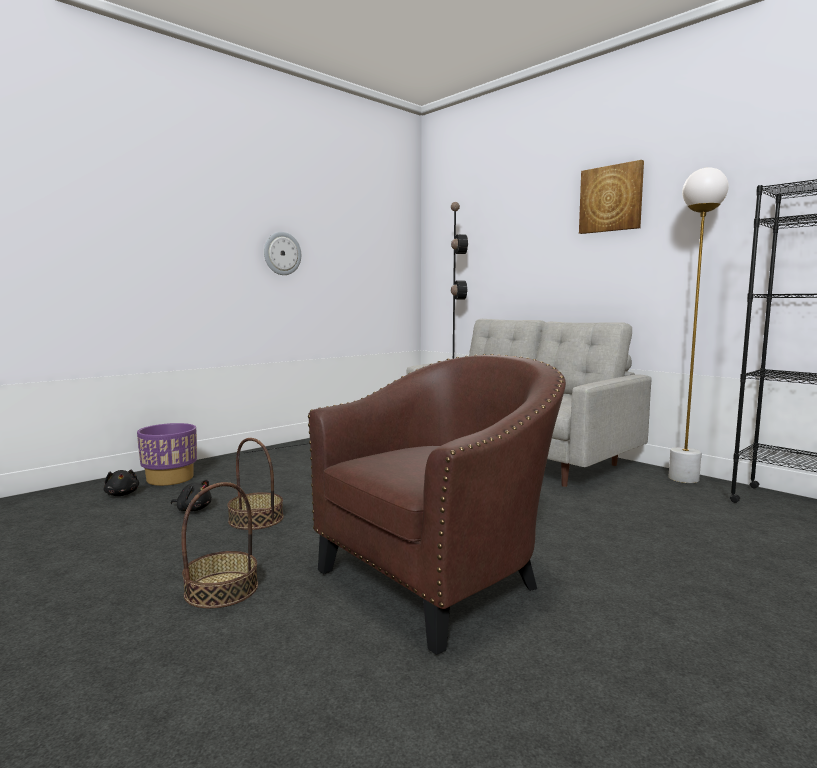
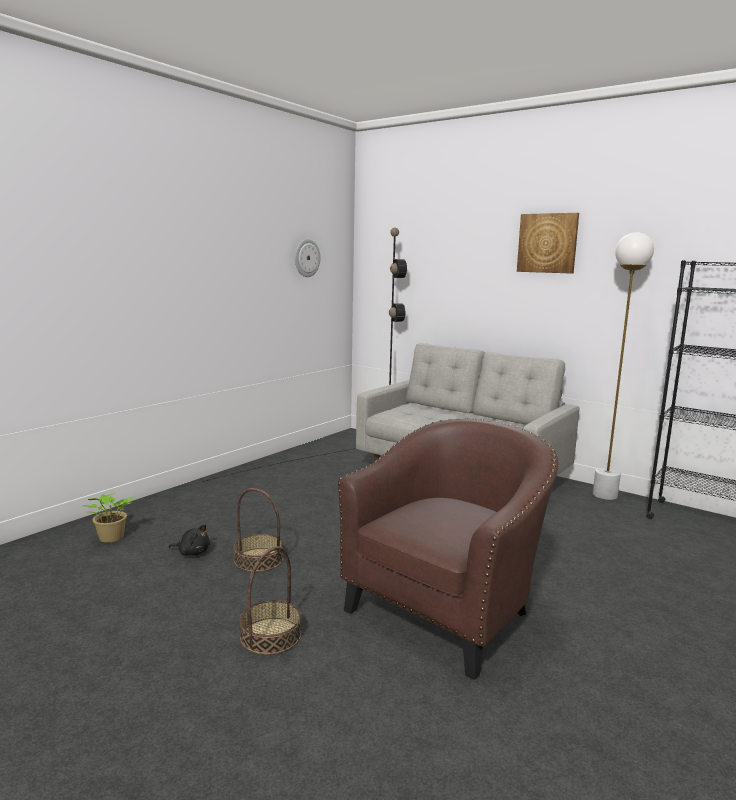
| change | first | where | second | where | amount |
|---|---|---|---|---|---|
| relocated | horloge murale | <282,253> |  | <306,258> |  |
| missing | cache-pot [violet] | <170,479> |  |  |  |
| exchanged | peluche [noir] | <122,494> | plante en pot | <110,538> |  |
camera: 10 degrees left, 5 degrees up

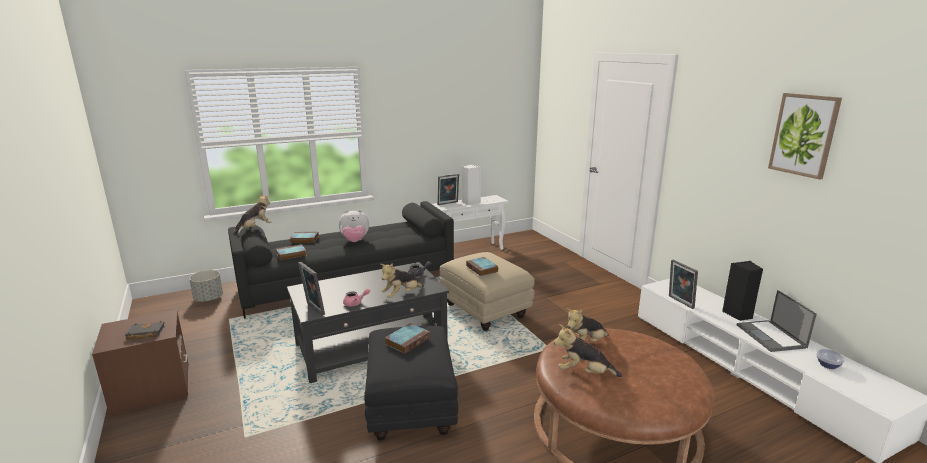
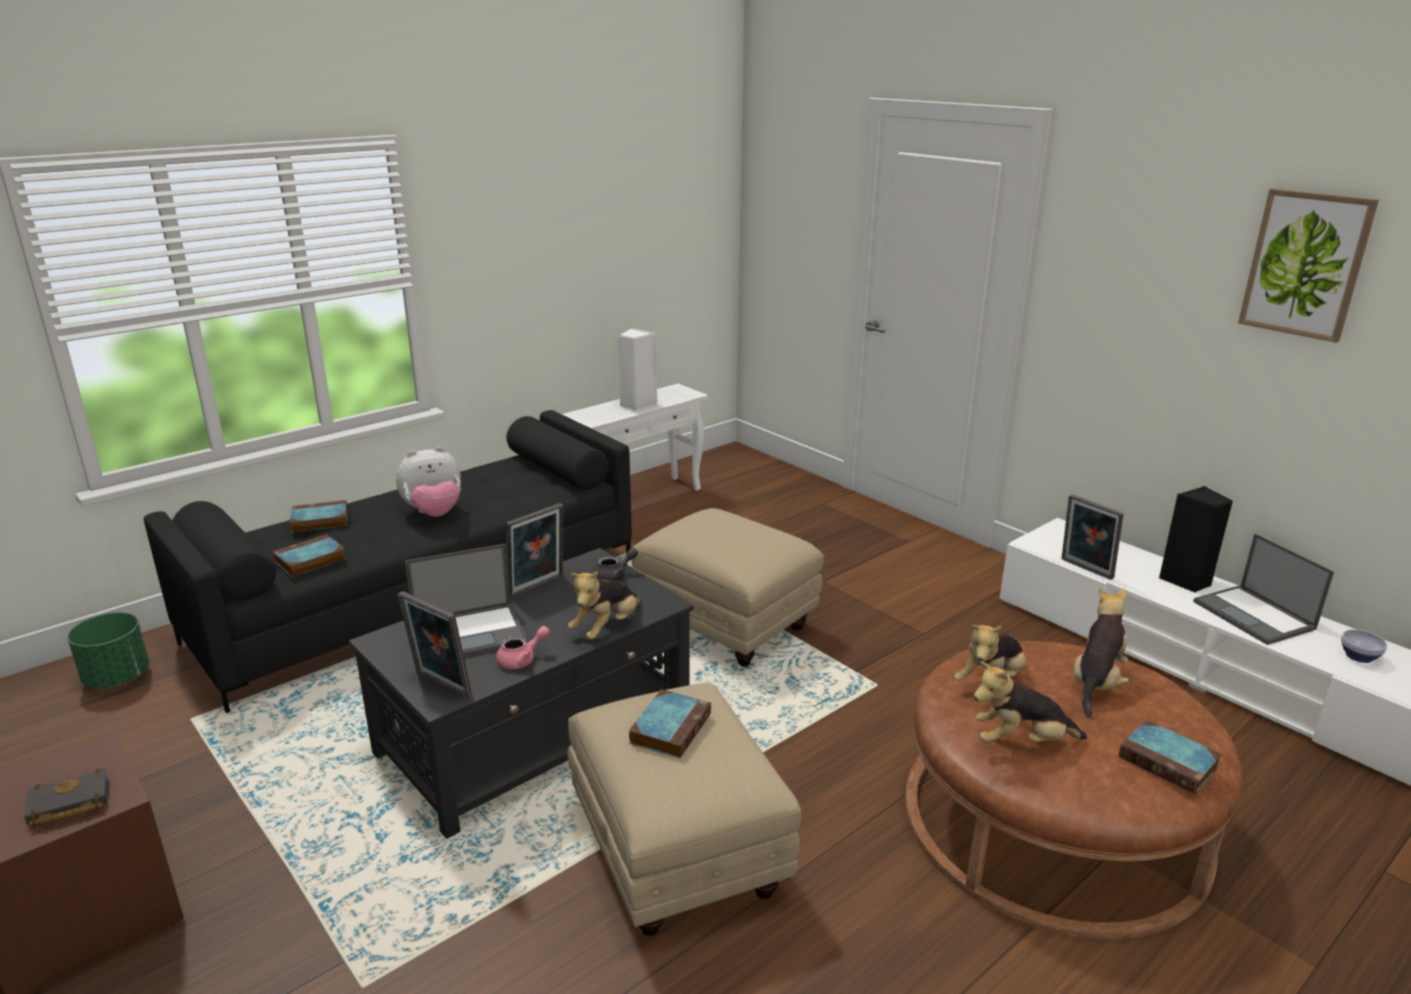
| change | first | where | second | where | amount |
|---|---|---|---|---|---|
| relocated | cadre photo | <448,203> |  | <538,587> |  |
| relocated | peluche | <255,228> |  | <1096,683> |  |
| relocated | livre | <482,269> |  | <1170,762> |  |
| colour | cache-pot [gris] | <209,299> | cache-pot [vert] | <117,677> |  |
| colour | pouf [noir] | <411,407> | pouf [beige] | <677,851> |  |
| appeared |  |  | ordinateur portable | <471,633> |  |
camera: 15 degrees left, 5 degrees up

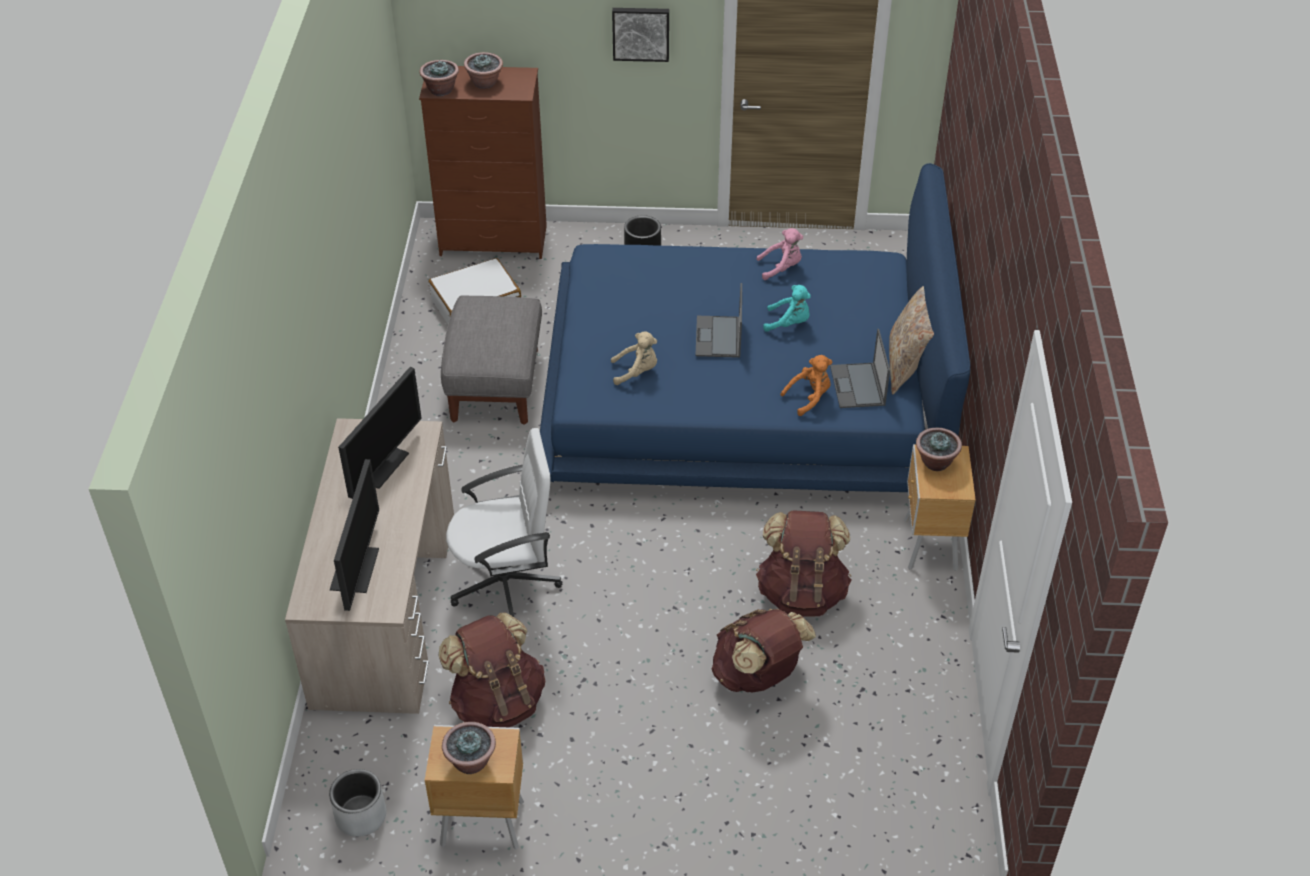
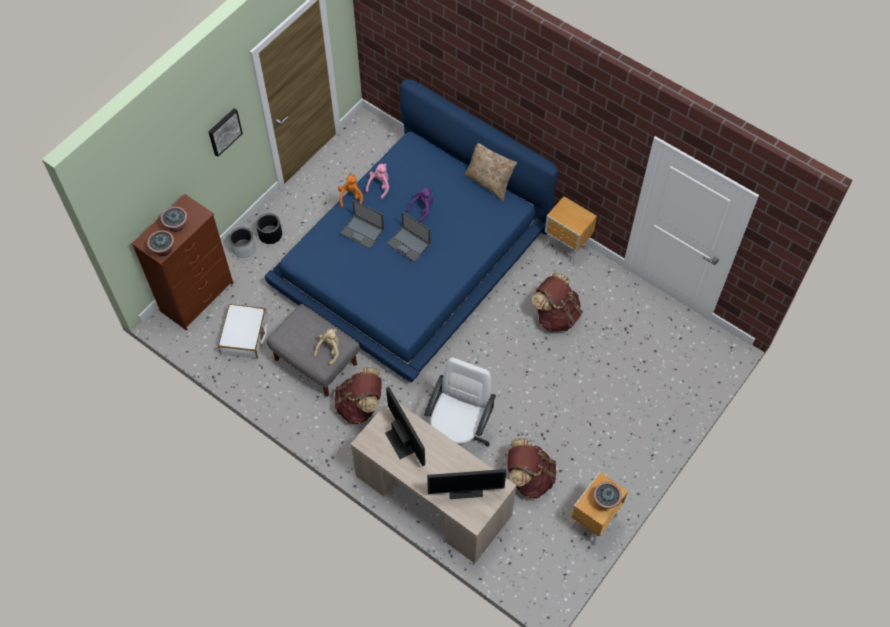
| change | first | where | second | where | amount |
|---|---|---|---|---|---|
| colour | peluche [turquoise] | <789,323> | peluche [violet] | <422,209> |  |
| relocated | ordinateur portable | <858,386> |  | <363,232> |  |
| relocated | peluche [beige] | <636,372> |  | <329,350> |  |
| relocated | peluche [orange] | <809,398> |  | <351,197> |  |
| missing | plante en pot | <935,462> |  |  |  |
| spun | écran d'ordinateur | <355,568> |  | <465,488> | 135 degrees clockwise |
| relocated | sac à dos [marron] | <757,675> |  | <360,406> |  |
| relocated | cache-pot [gris] | <360,816> |  | <244,248> |  |
camera: 55 degrees left, 15 degrees up

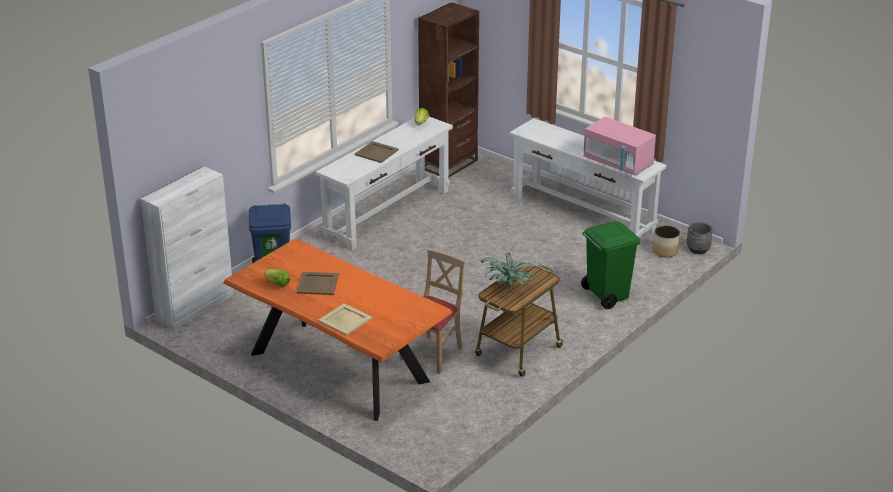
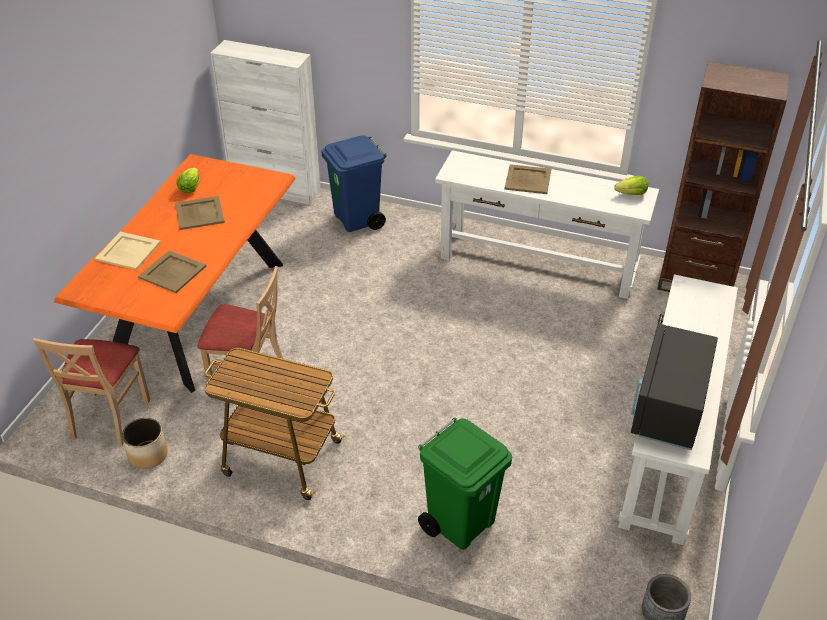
| change | first | where | second | where | amount |
|---|---|---|---|---|---|
| colour | micro-ondes [rose] | <618,163> | micro-ondes [noir] | <668,408> |  |
| relocated | cache-pot | <665,251> |  | <148,455> |  |
| missing | plante en pot | <509,287> |  |  |  |
| appeared |  |  | plateau [beige] | <173,272> |  |
| appeared |  |  | chaise [beige] | <109,418> |  |
camera: 70 degrees right, 10 degrees up

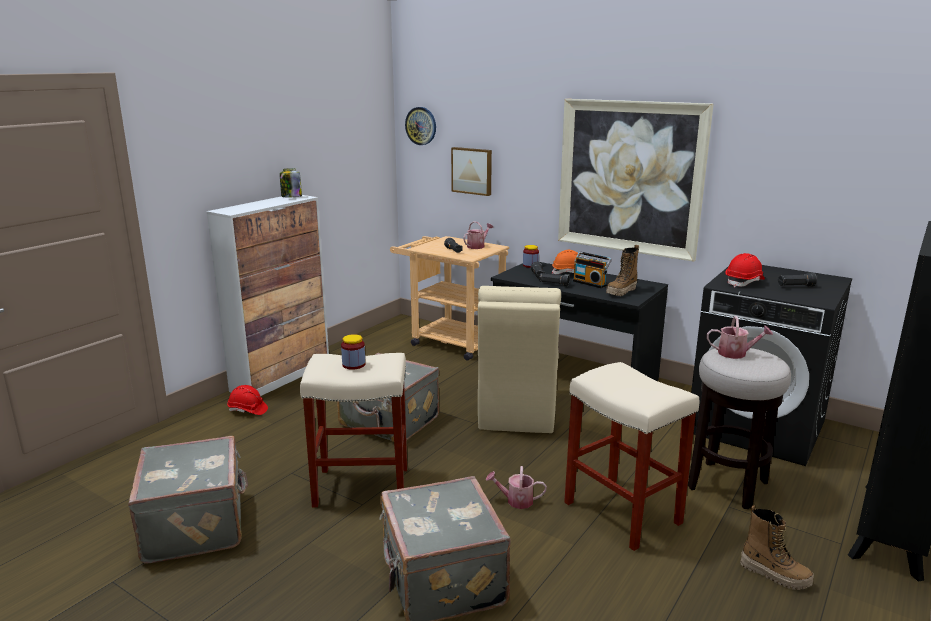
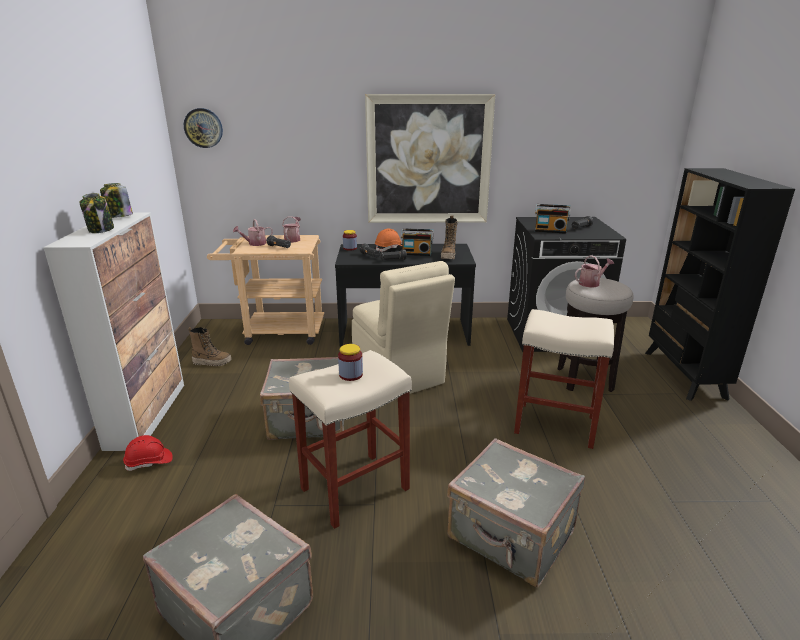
| change | first | where | second | where | amount |
|---|---|---|---|---|---|
| missing | tableau | <472,171> |  |  |  |
| exchanged | casque de chantier [rouge] | <744,282> | radio | <550,231> |  |
| relocated | arrosoir | <516,501> |  | <254,244> |  |
| relocated | botte | <775,574> |  | <212,362> |  |
| appeared |  |  | bocal | <101,230> |  |
camera: 35 degrees left, 5 degrees up

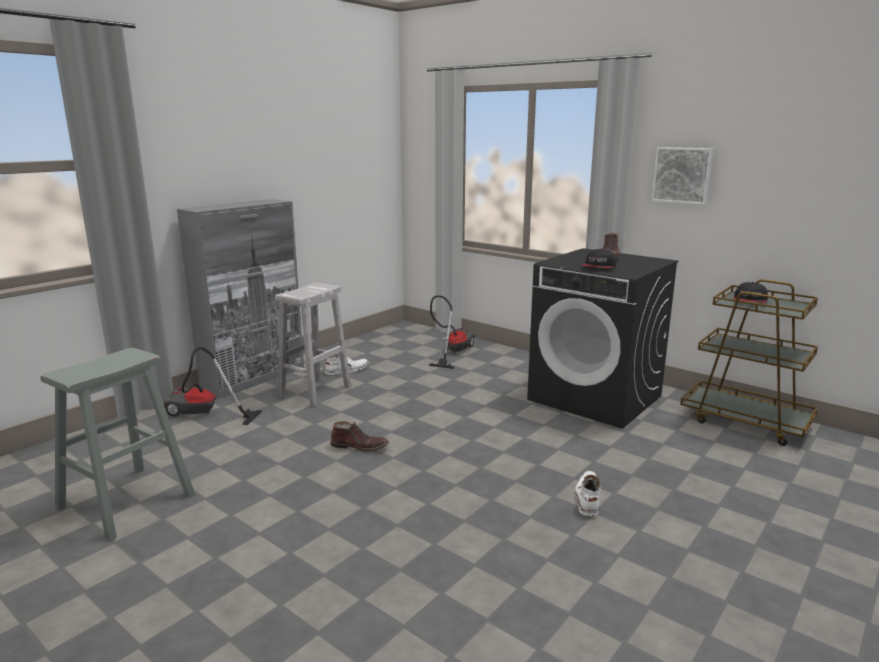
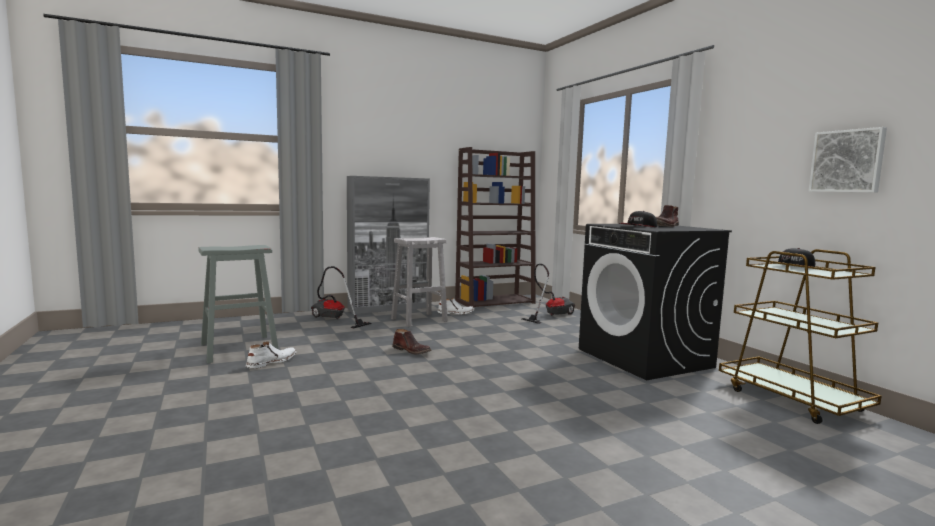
| change | first | where | second | where | amount |
|---|---|---|---|---|---|
| relocated | tableau | <682,175> |  | <847,161> |  |
| relocated | botte [blanc] | <587,498> |  | <271,362> |  |
| appeared |  |  | bibliothèque [marron] | <495,302> |  |
camera: 25 degrees right, 10 degrees down

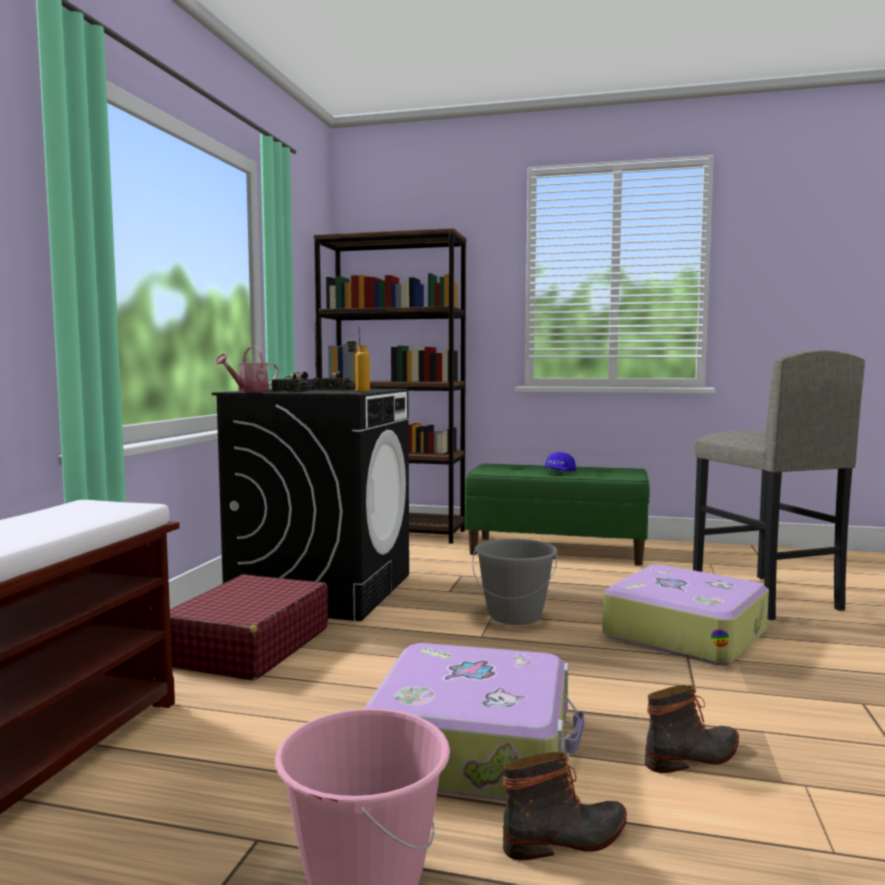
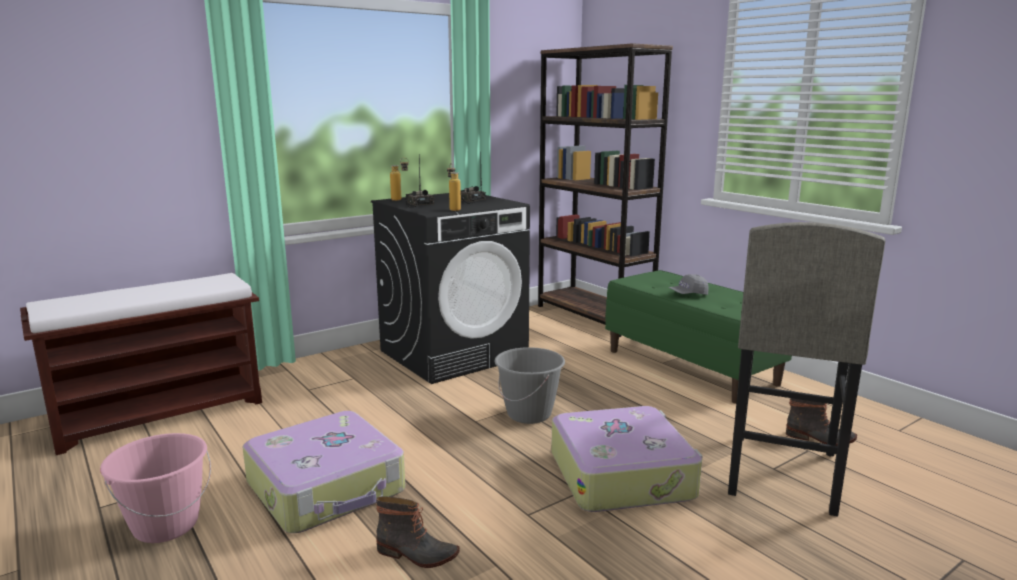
| change | first | where | second | where | amount |
|---|---|---|---|---|---|
| exchanged | arrosoir | <249,391> | bouteille | <400,199> |  |
| colour | casquette [bleu] | <558,473> | casquette [gris] | <688,294> |  |
| missing | valise [rouge] | <247,647> |  |  |  |
| relocated | botte | <567,839> |  | <820,439> |  |
camera: 40 degrees right, 10 degrees up

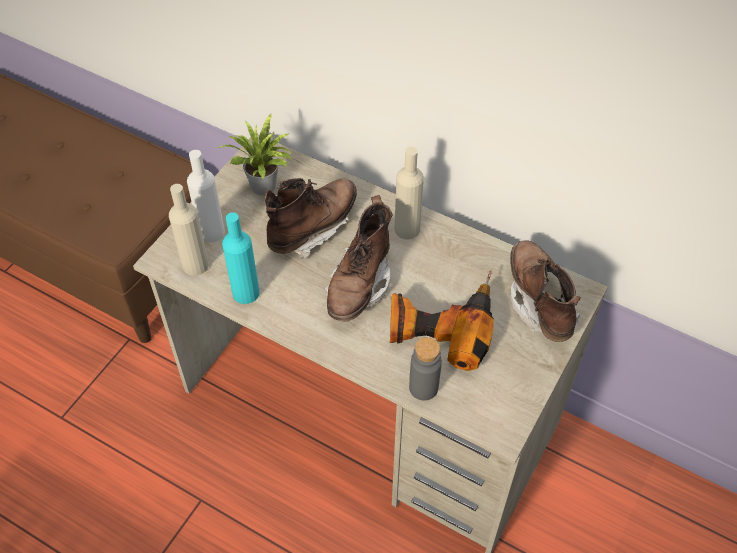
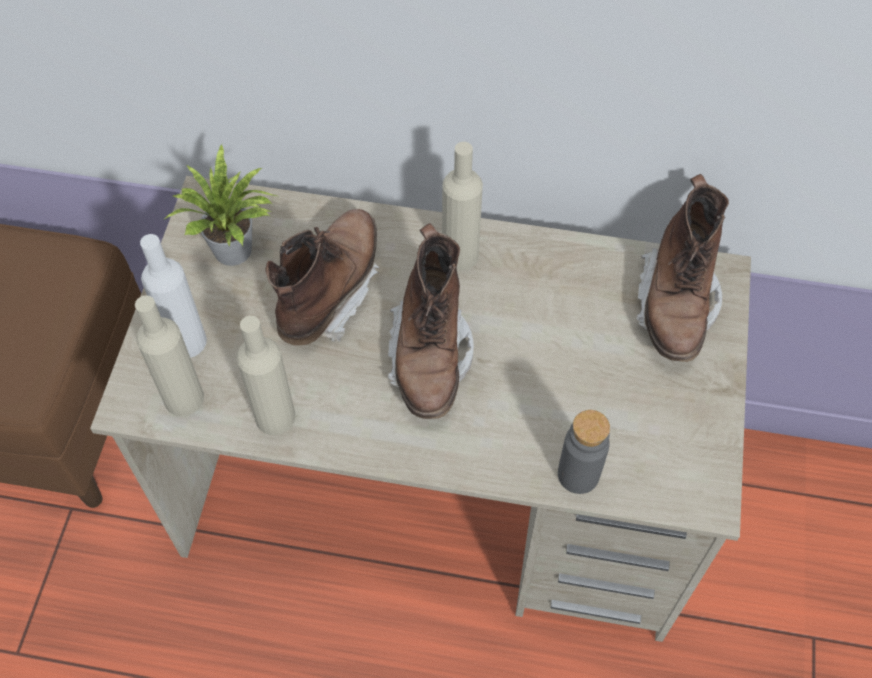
| change | first | where | second | where | amount |
|---|---|---|---|---|---|
| colour | bouteille [turquoise] | <246,292> | bouteille [beige] | <275,417> |  |
| spun | botte [marron] | <539,302> |  | <675,305> | 135 degrees counterclockwise |
| missing | perceuse | <440,324> |  |  |  |
camera: 20 degrees left, 5 degrees up

